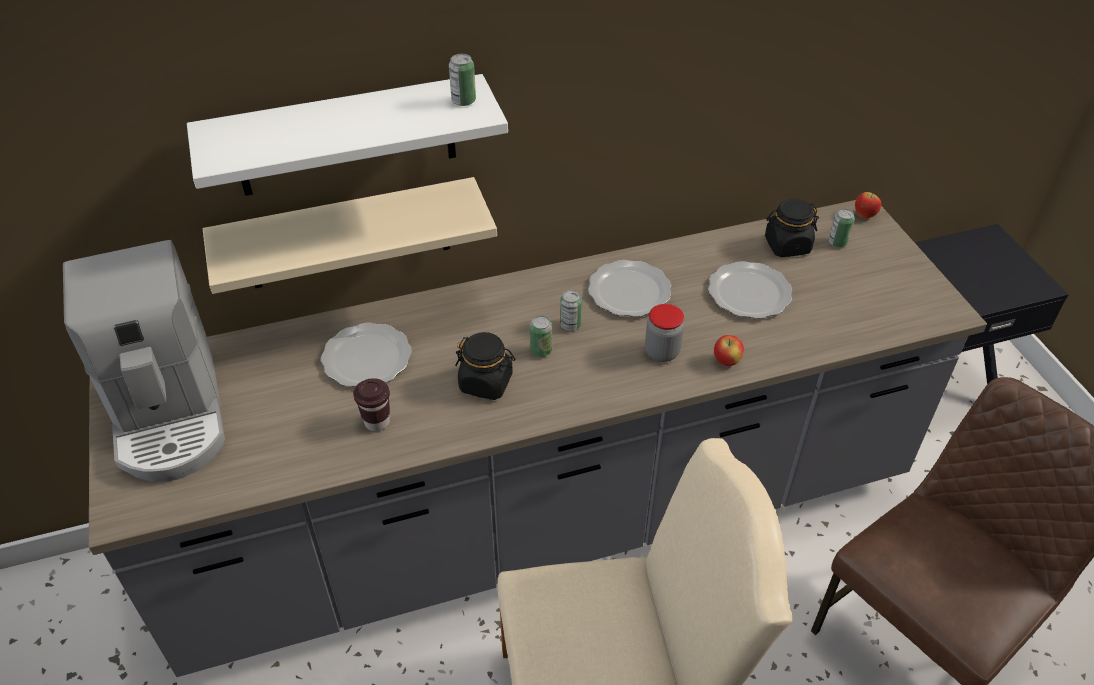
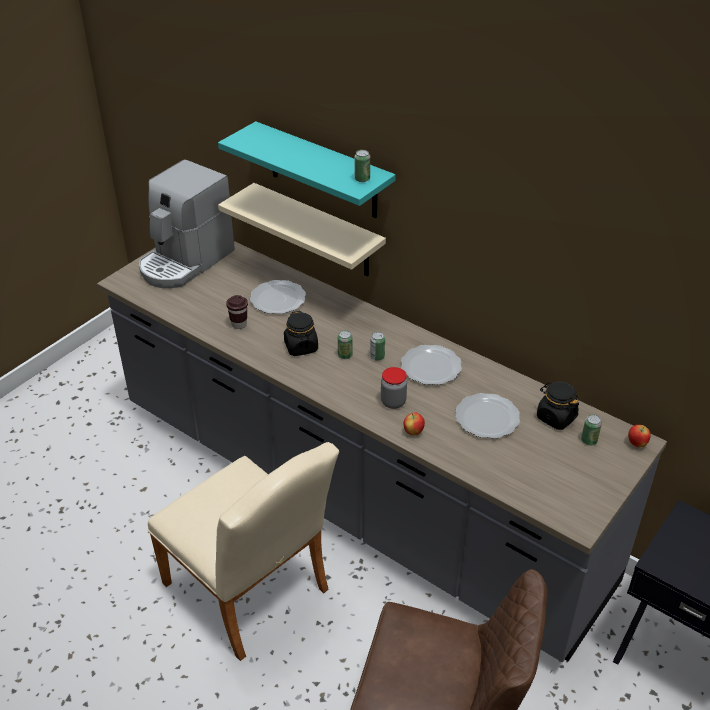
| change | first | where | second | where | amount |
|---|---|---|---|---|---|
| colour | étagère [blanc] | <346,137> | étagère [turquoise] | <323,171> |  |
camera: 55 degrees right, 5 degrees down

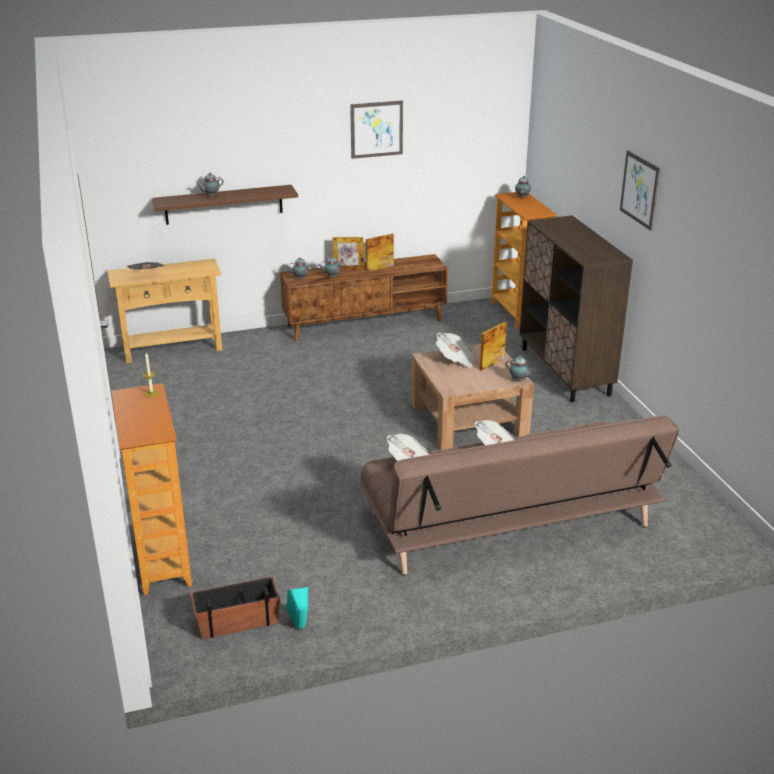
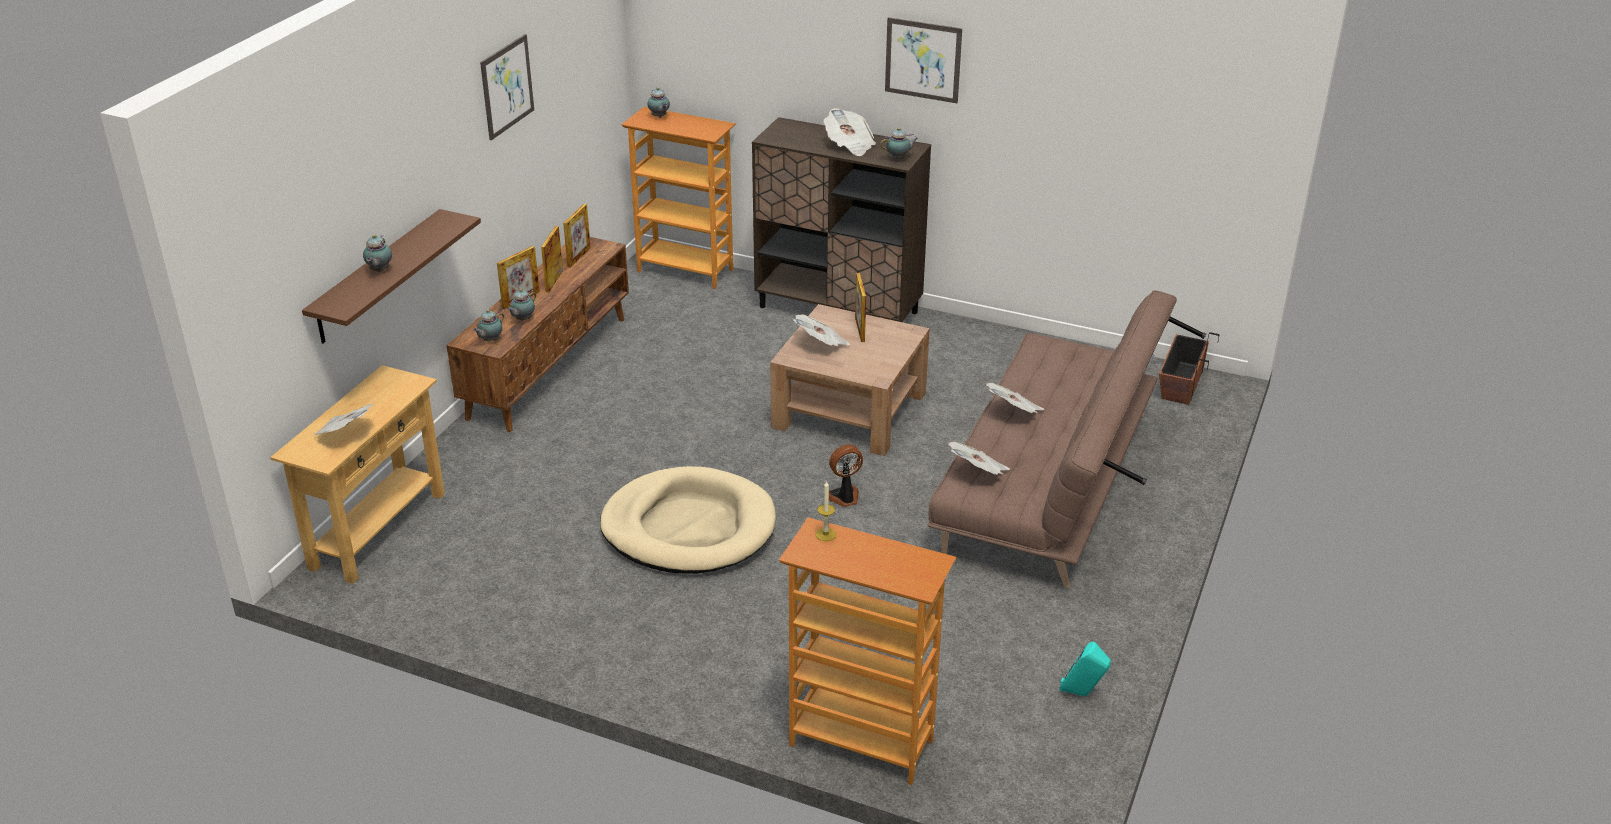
| change | first | where | second | where | amount |
|---|---|---|---|---|---|
| relocated | théière | <519,380> |  | <899,159> |  |
| relocated | cache-pot | <237,621> |  | <1181,383> |  |
| appeared |  |  | journal | <849,145> |  |
| appeared |  |  | cadre photo | <579,257> |  |
| appeared |  |  | ventilateur | <844,497> |  |
| appeared |  |  | panier pour chien [beige] | <689,527> |  |
camera: 50 degrees left, 5 degrees up

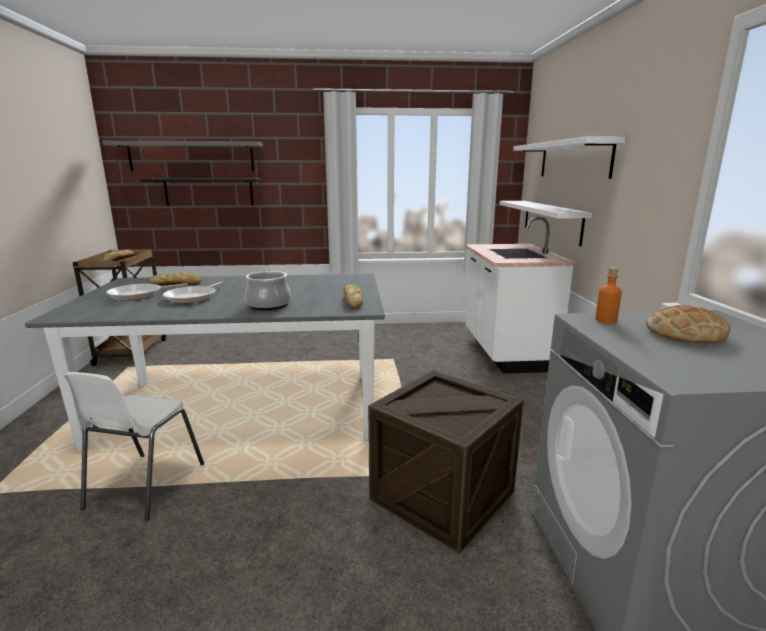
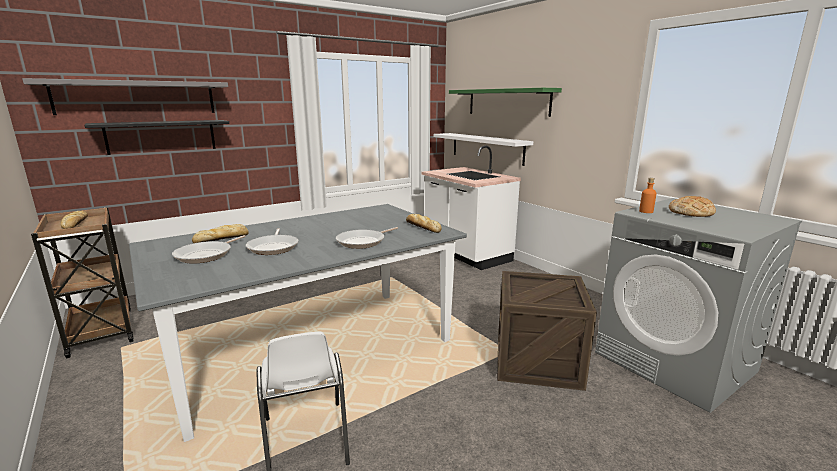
| change | first | where | second | where | amount |
|---|---|---|---|---|---|
| colour | étagère [blanc] | <573,159> | étagère [vert] | <507,102> |  |
| exchanged | marmite | <269,305> | poêle | <363,242> |  |
camera: 30 degrees left, 0 degrees up

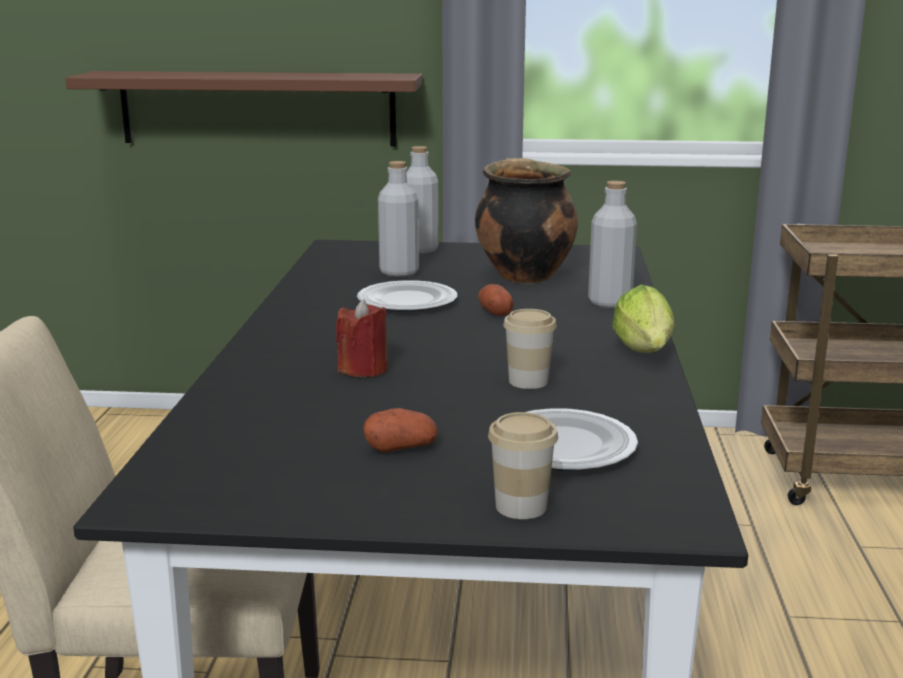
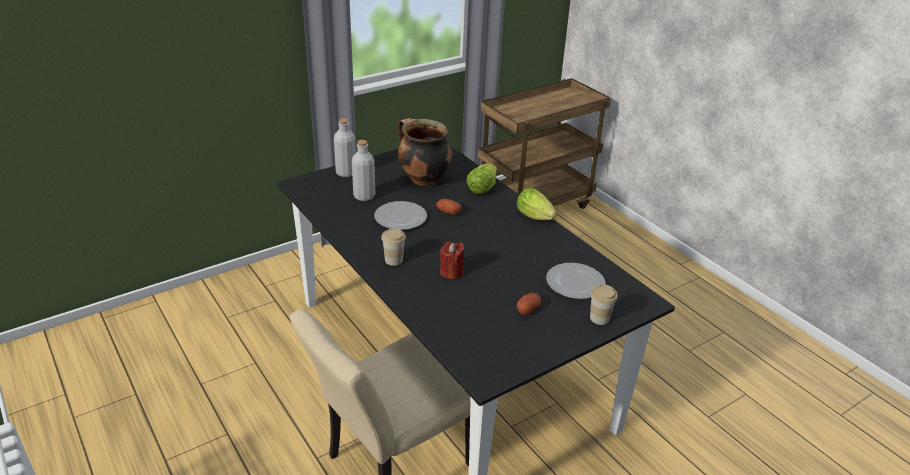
| change | first | where | second | where | amount |
|---|---|---|---|---|---|
| missing | étagère [marron] | <257,108> |  |  |  |
| exchanged | bouteille [gris] | <610,303> | laitue | <483,188> |  |
| relocated | tasse | <528,381> |  | <393,260> |  |
camera: 40 degrees left, 15 degrees up

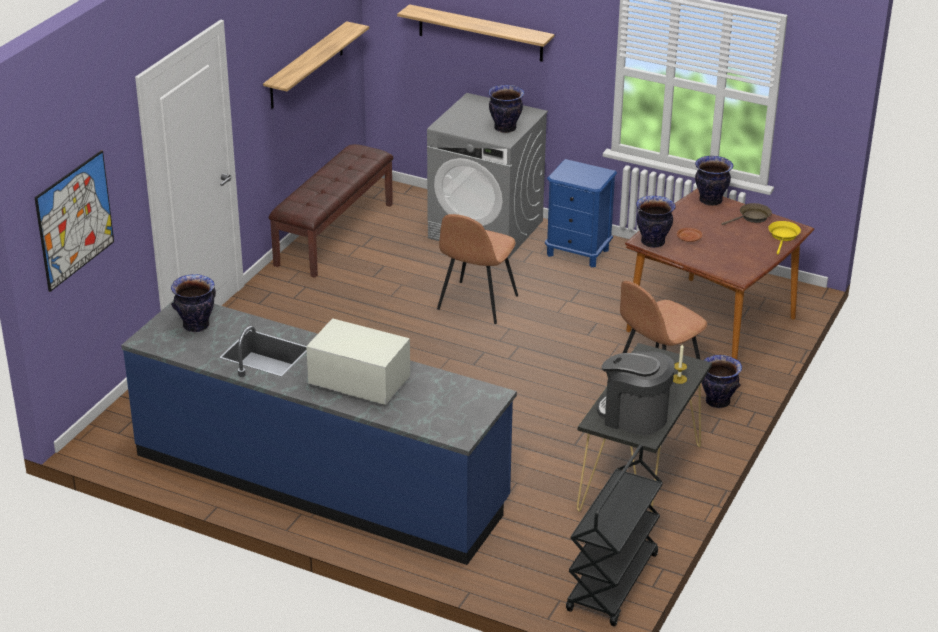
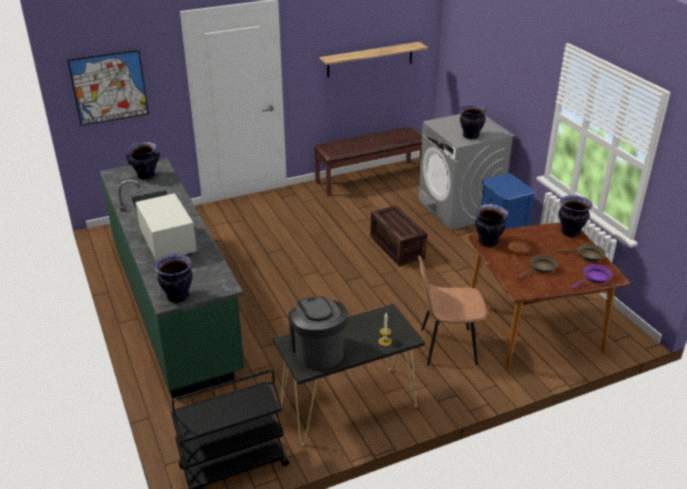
| change | first | where | second | where | amount |
|---|---|---|---|---|---|
| missing | étagère | <480,33> |  |  |  |
| exchanged | chaise [marron] | <476,303> | caisse | <396,247> |  |
| colour | poêle [jaune] | <783,236> | poêle [violet] | <594,278> |  |
| colour | comptoir de cuisine [bleu] | <321,479> | comptoir de cuisine [vert] | <175,304> |  |
| relocated | vase | <717,402> |  | <177,297> |  |
| appeared |  |  | poêle [marron] | <541,268> |  |
camera: 40 degrees right, 0 degrees up

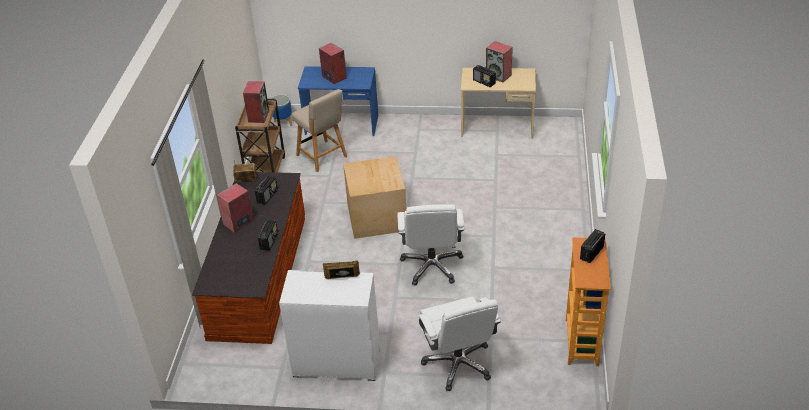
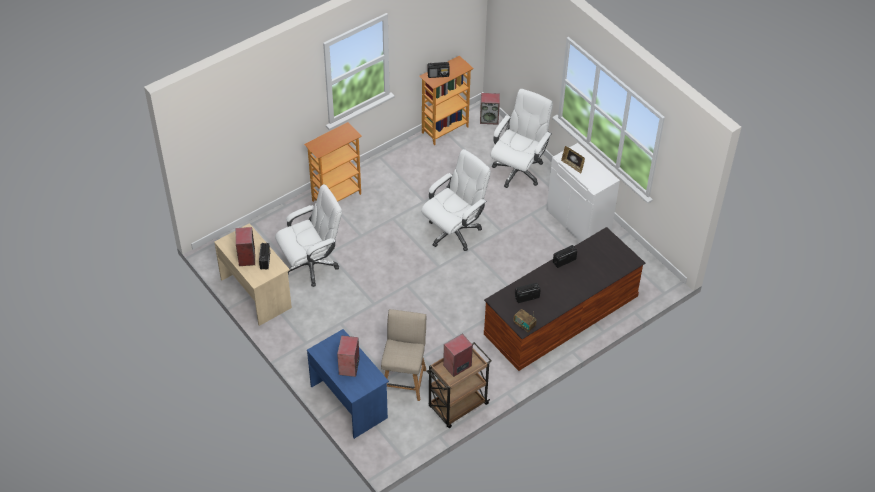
| change | first | where | second | where | amount |
|---|---|---|---|---|---|
| missing | cache-pot | <283,123> |  |  |  |
| missing | carton | <377,216> |  |  |  |
| relocated | enceinte | <238,223> |  | <489,119> |  |
| appeared |  |  | bibliothèque | <336,197> |  |
| appeared |  |  | chaise de bureau [blanc] | <311,264> |  |
camera: 135 degrees left, 10 degrees up

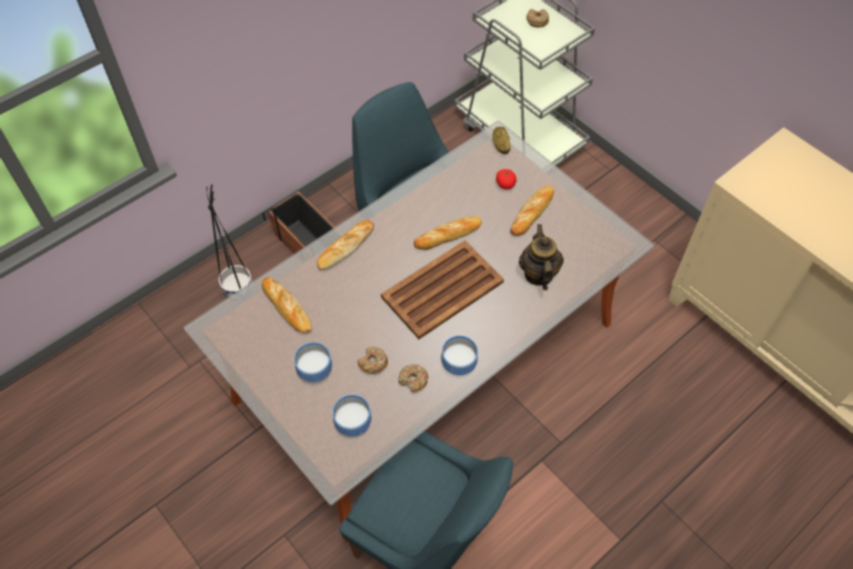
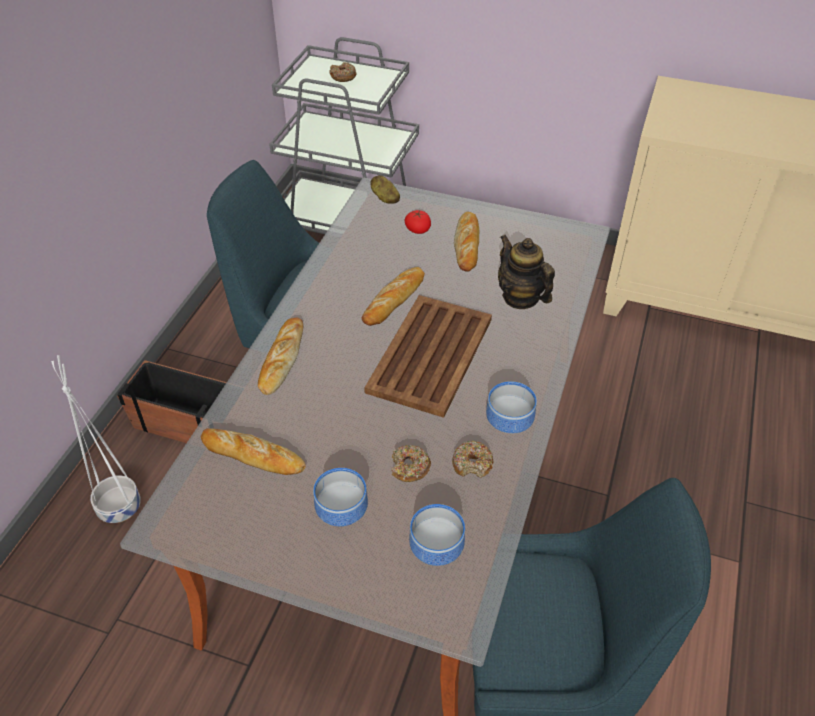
| change | first | where | second | where | amount |
|---|---|---|---|---|---|
| colour | cache-pot [noir] | <238,286> | cache-pot [blanc] | <119,506> |  |
camera: 30 degrees left, 10 degrees down

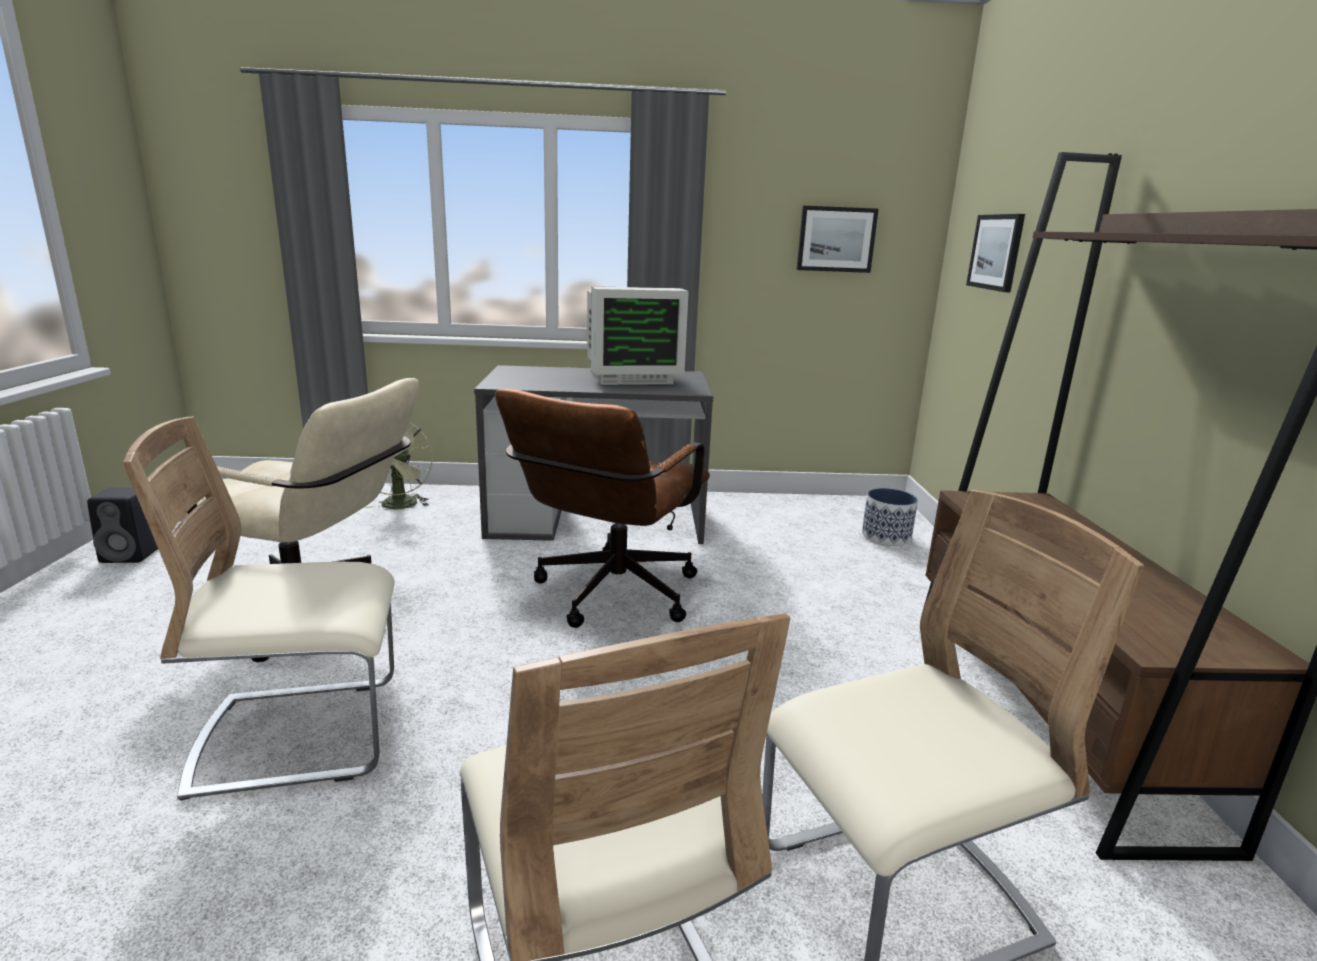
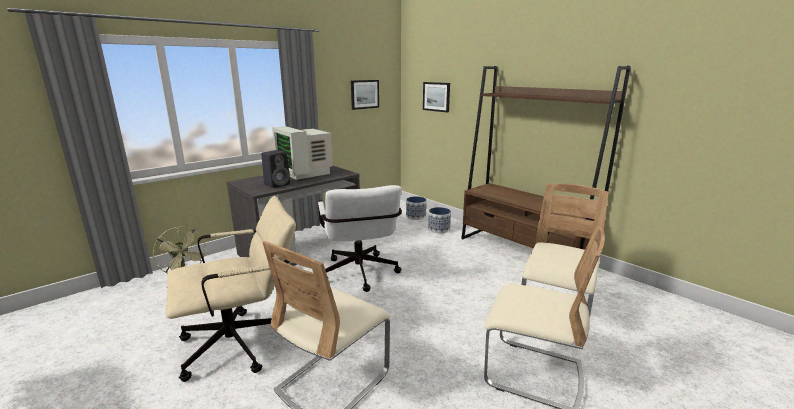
| change | first | where | second | where | amount |
|---|---|---|---|---|---|
| spun | écran d'ordinateur | <630,377> |  | <305,173> | 105 degrees clockwise |
| colour | chaise de bureau [marron] | <608,597> | chaise de bureau [blanc] | <360,276> |  |
| relocated | enceinte [noir] | <132,555> |  | <277,184> |  |
| appeared |  |  | cache-pot | <439,229> |  |
camera: 40 degrees left, 0 degrees up

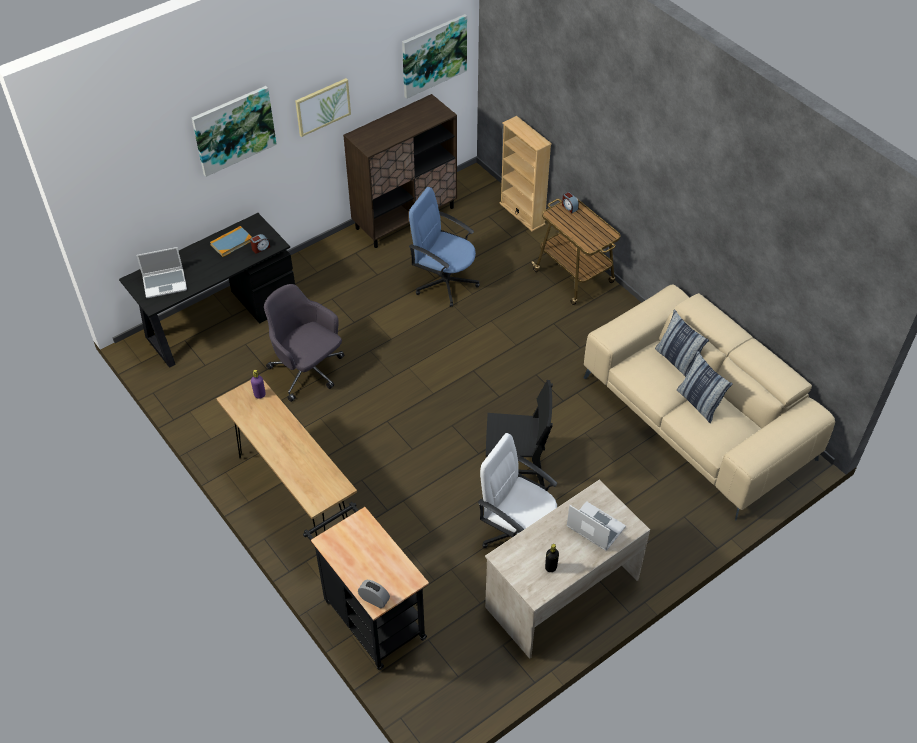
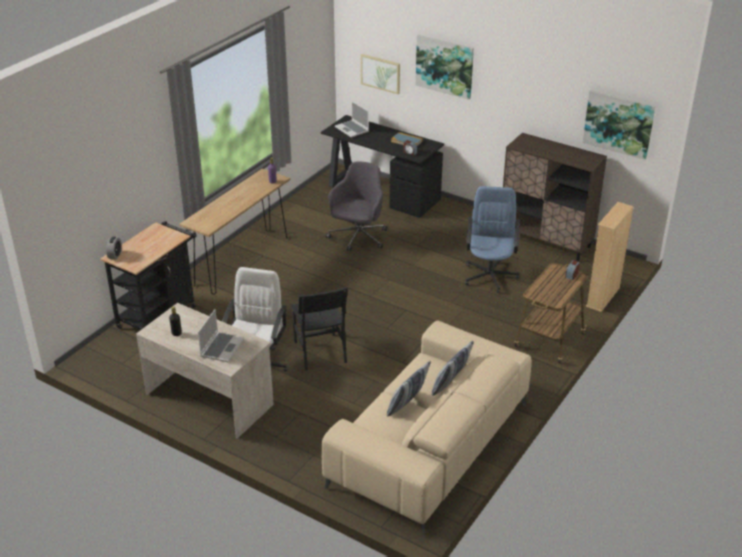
| change | first | where | second | where | amount |
|---|---|---|---|---|---|
| relocated | tableau | <322,106> |  | <380,73> |  |
camera: 70 degrees right, 15 degrees down

